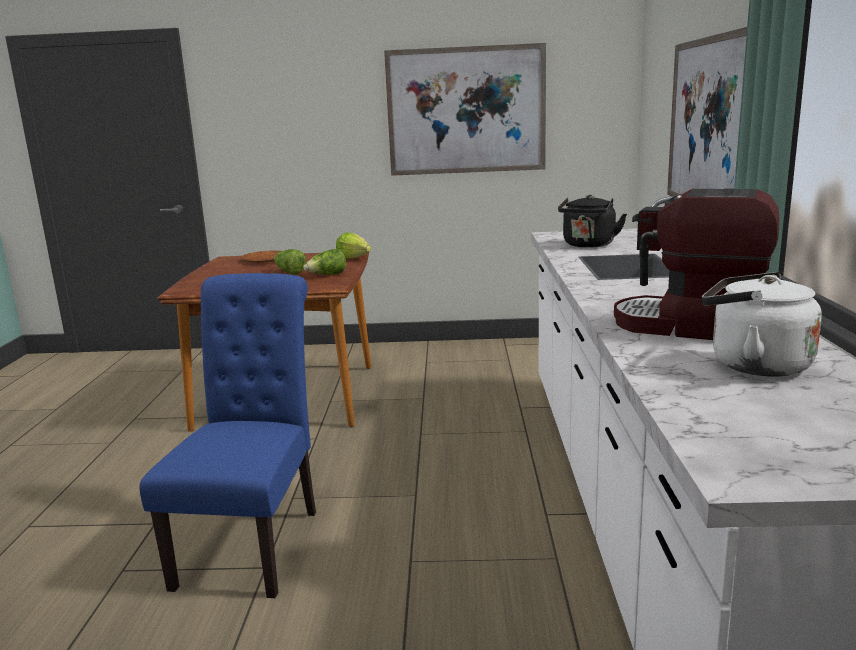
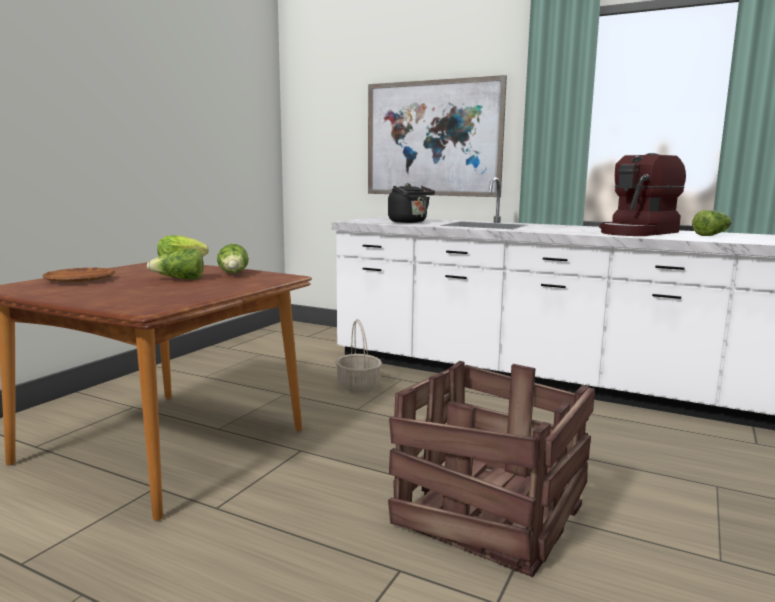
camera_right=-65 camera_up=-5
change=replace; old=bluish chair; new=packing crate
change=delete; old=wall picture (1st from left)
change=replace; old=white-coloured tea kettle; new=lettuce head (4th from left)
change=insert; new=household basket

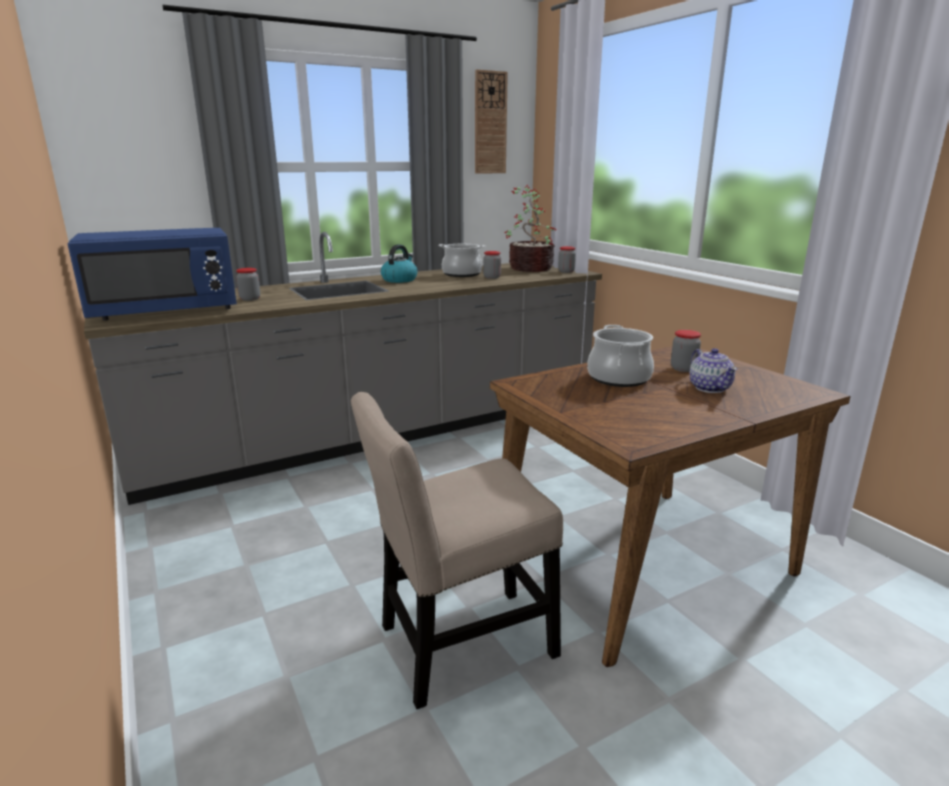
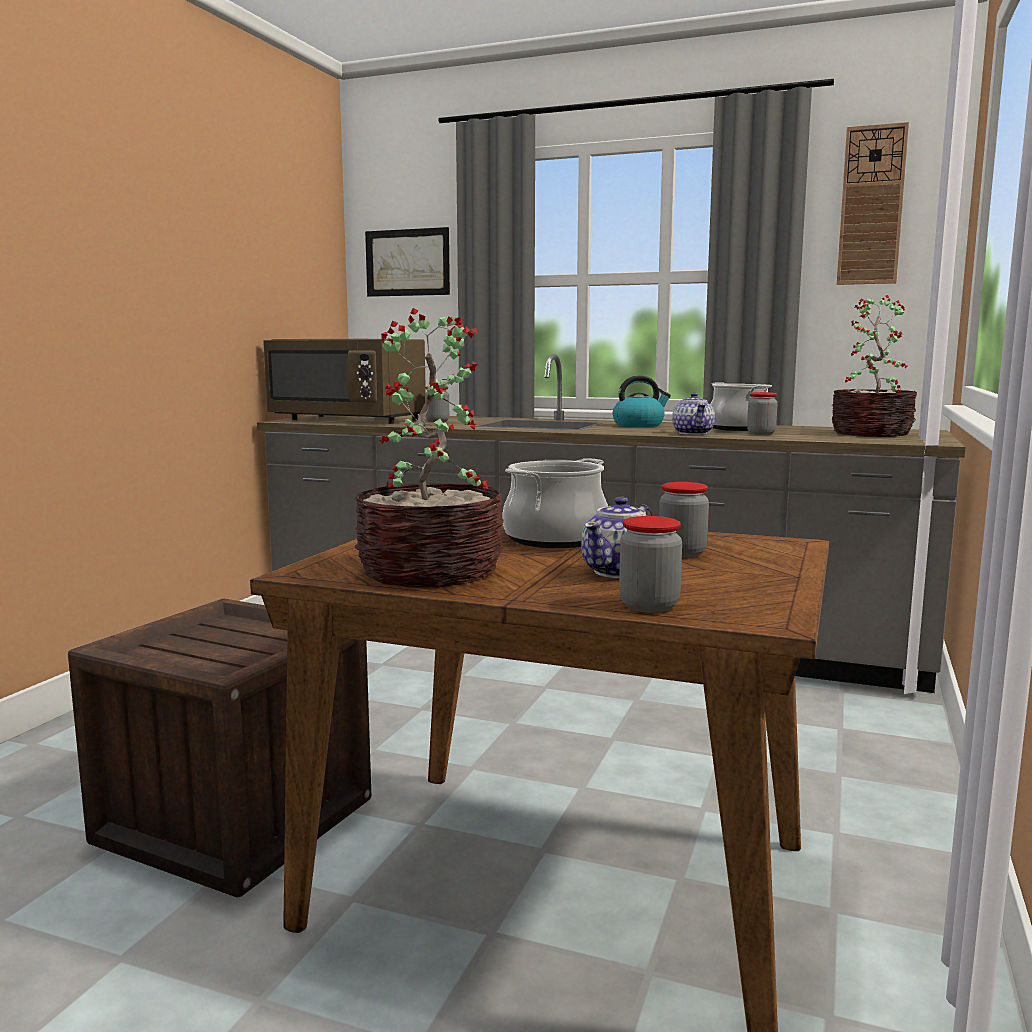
camera_right=50 camera_up=-10
change=recolor; old=bluish microwave; new=brown microwave
change=replace; old=beige chair; new=packing crate
change=move; old=storage jar (3rd from left in the first image); new=storage jar (2nd from left)
change=insert; new=plant in a pot (1st from left)
change=insert; new=wall picture
change=insert; new=teapot (2nd from left)

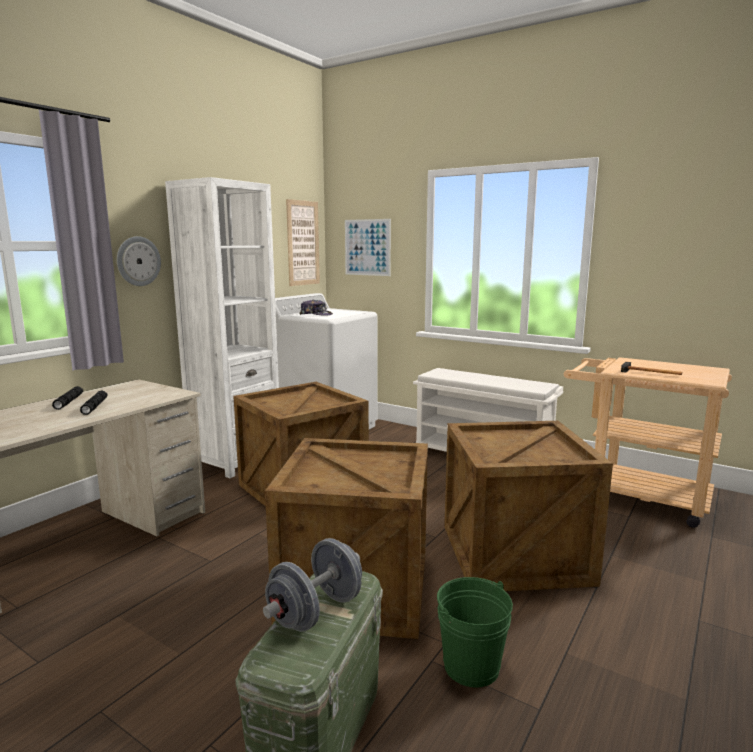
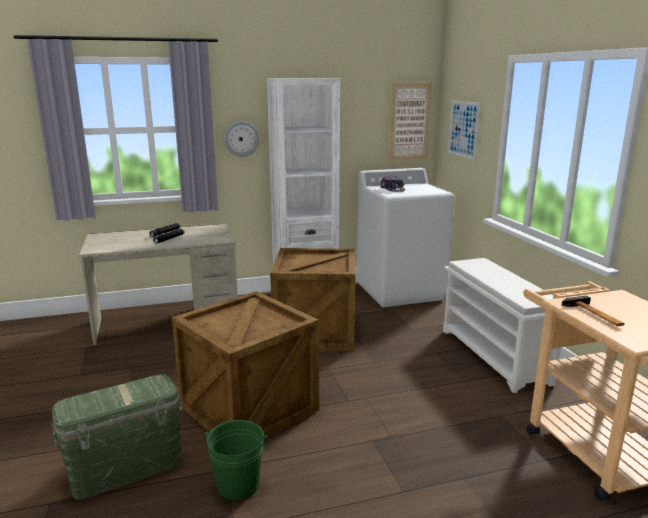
camera_right=40 camera_up=5
change=delete; old=grey dumbbell
change=delete; old=packing crate (3rd from left)

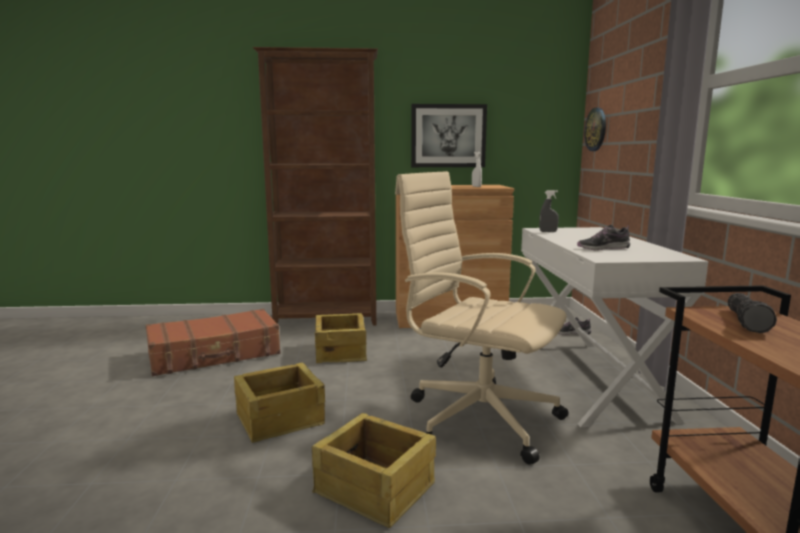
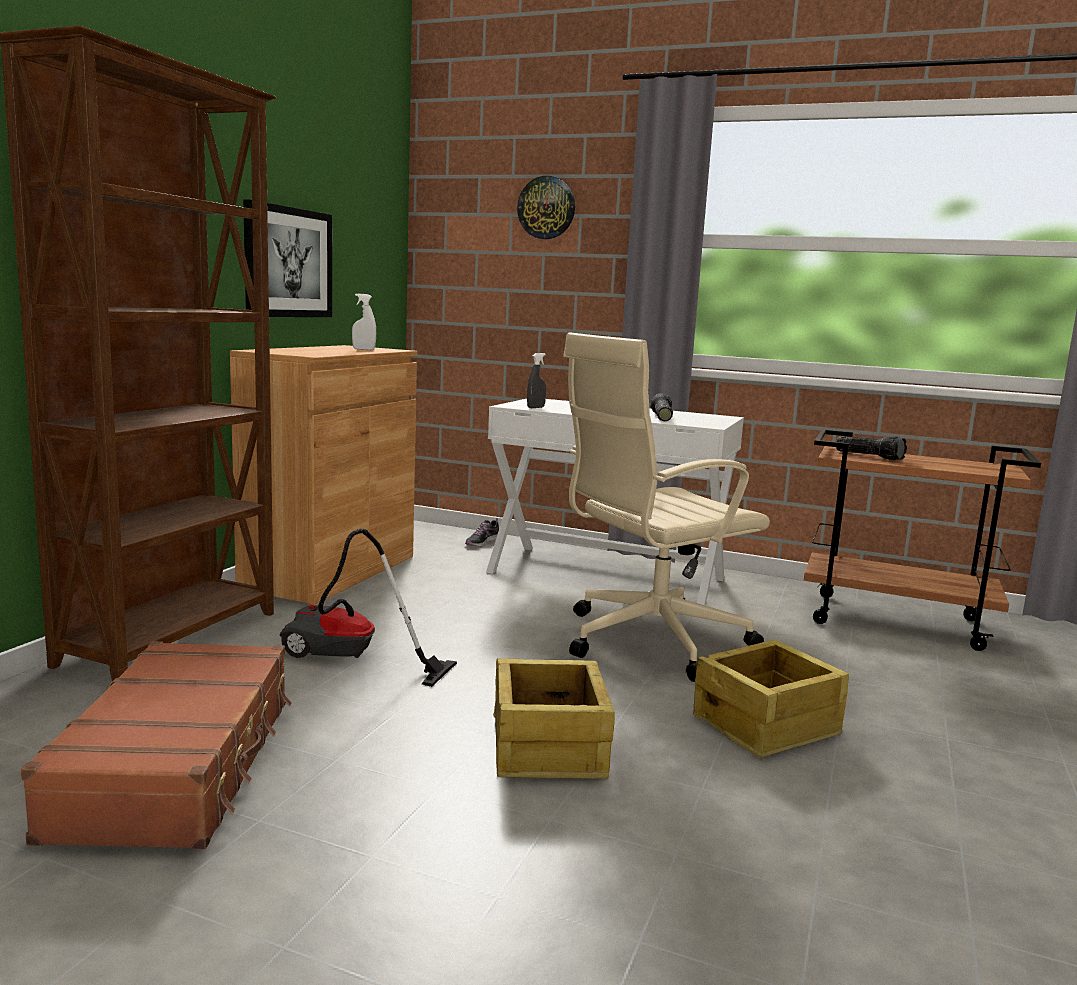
camera_right=-65 camera_up=0
change=replace; old=packing crate (2nd from left); new=vacuum cleaner
change=replace; old=low shoe (2nd from left); new=torch (1st from left)
change=move; old=clock on the wall

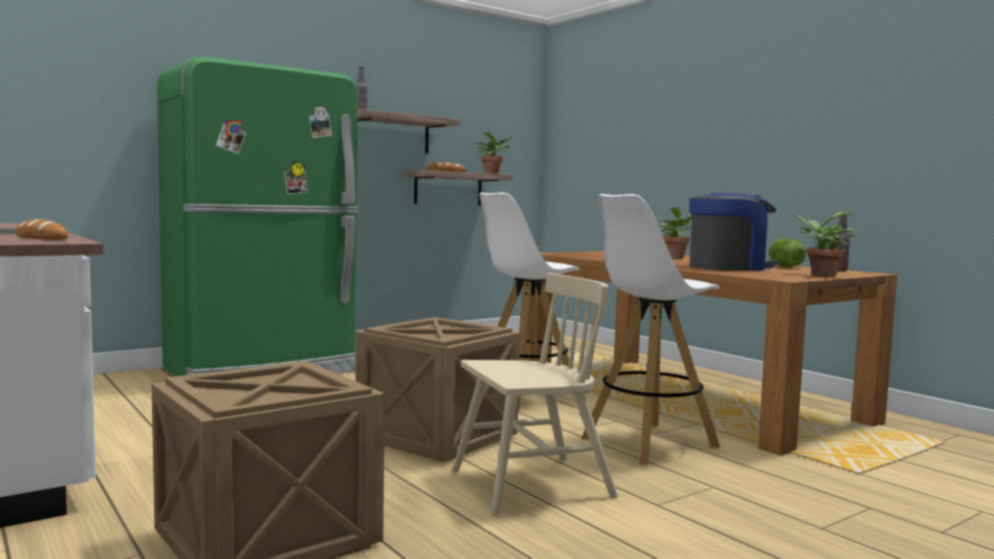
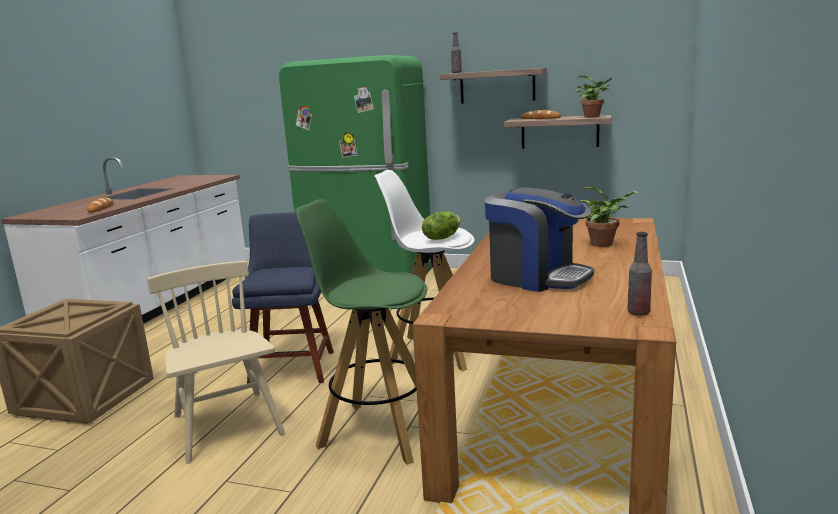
camera_right=55 camera_up=10
change=replace; old=packing crate (2nd from left); new=bluish chair
change=rotate; old=beige chair; degrees=-150
change=recolor; old=white-coloured stool seat (2nd from left); new=green stool seat
change=move; old=lettuce head
change=delete; old=plant in a pot (3rd from left)

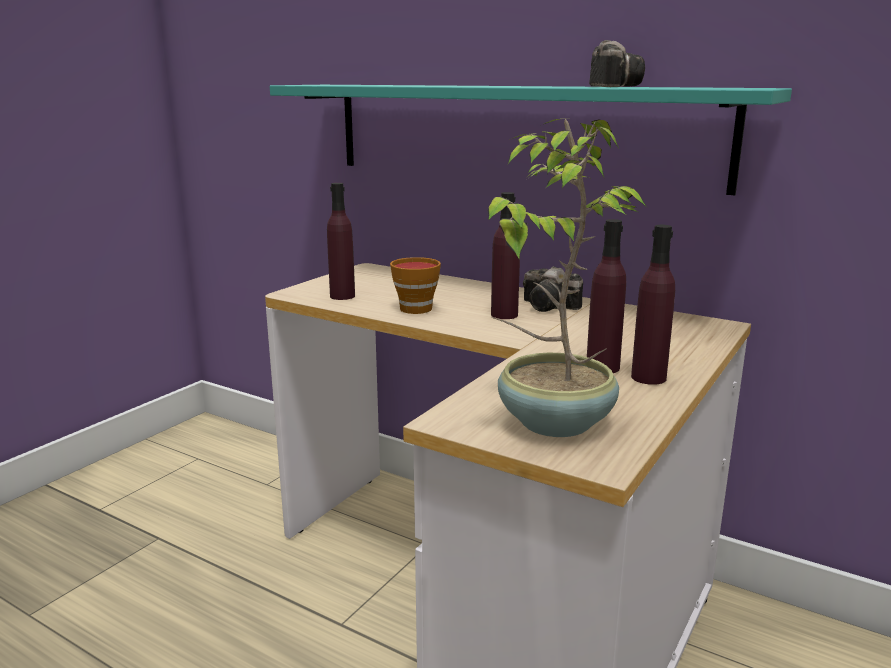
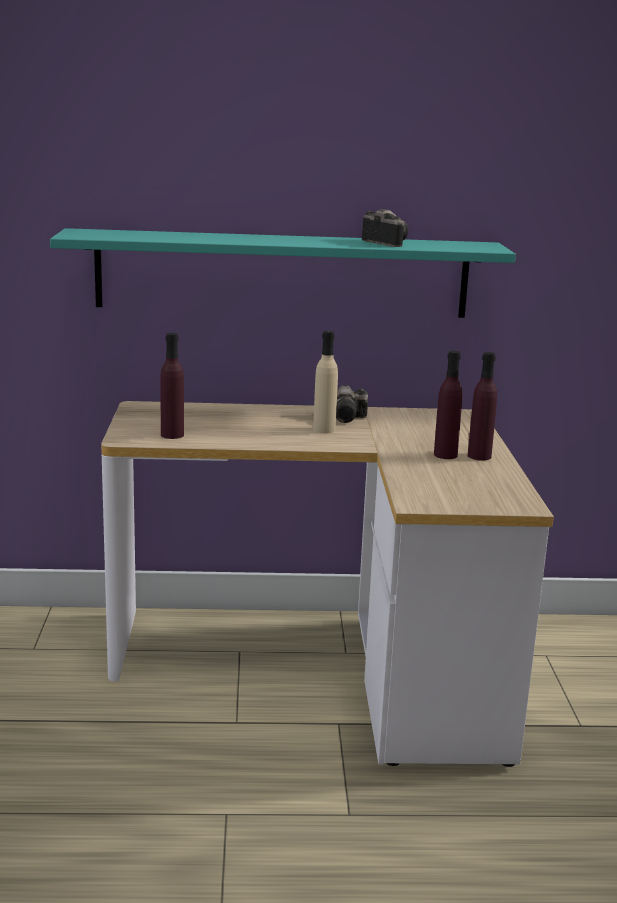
camera_right=-35 camera_up=0
change=delete; old=small cup
change=delete; old=plant in a pot
change=recolor; old=purple beverage bottle (2nd from left); new=beige beverage bottle

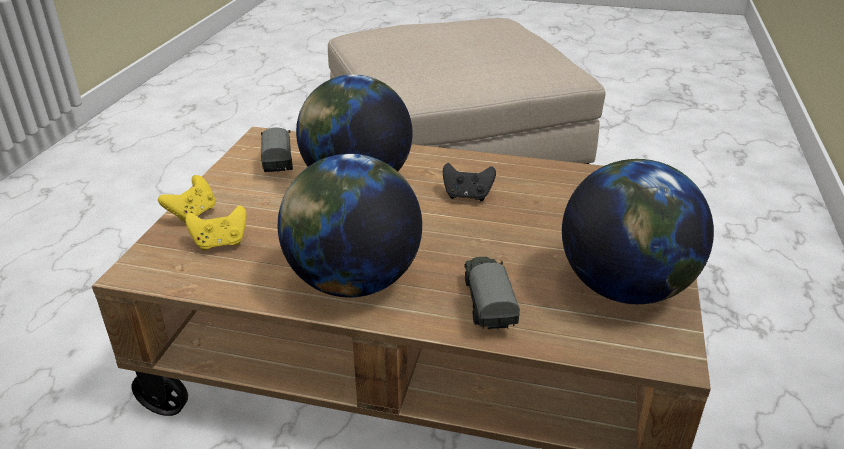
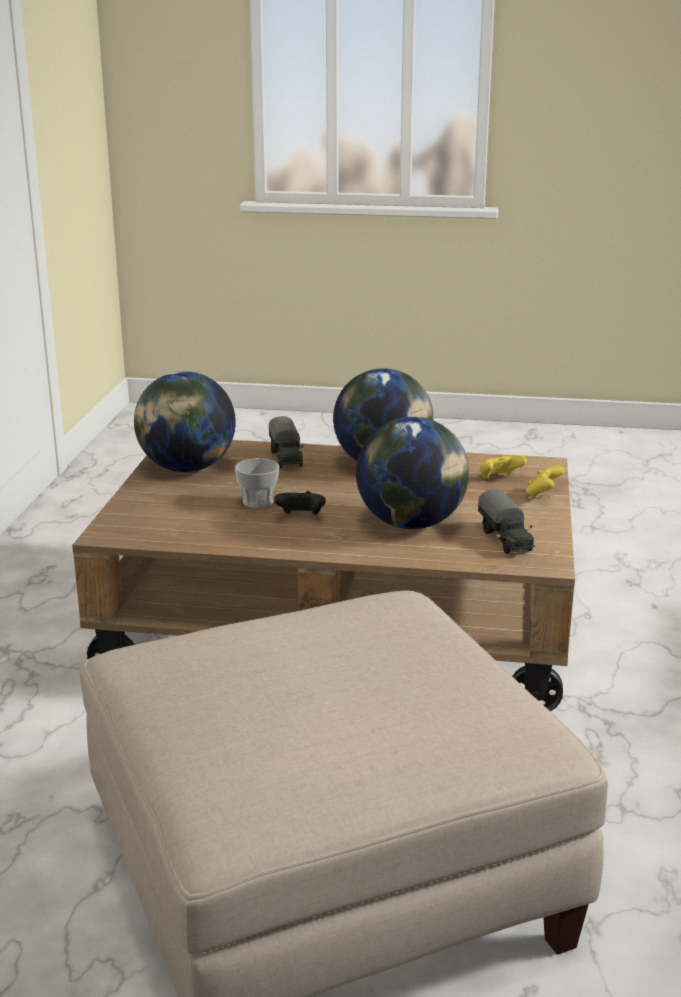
camera_right=175 camera_up=-10
change=insert; new=small cup

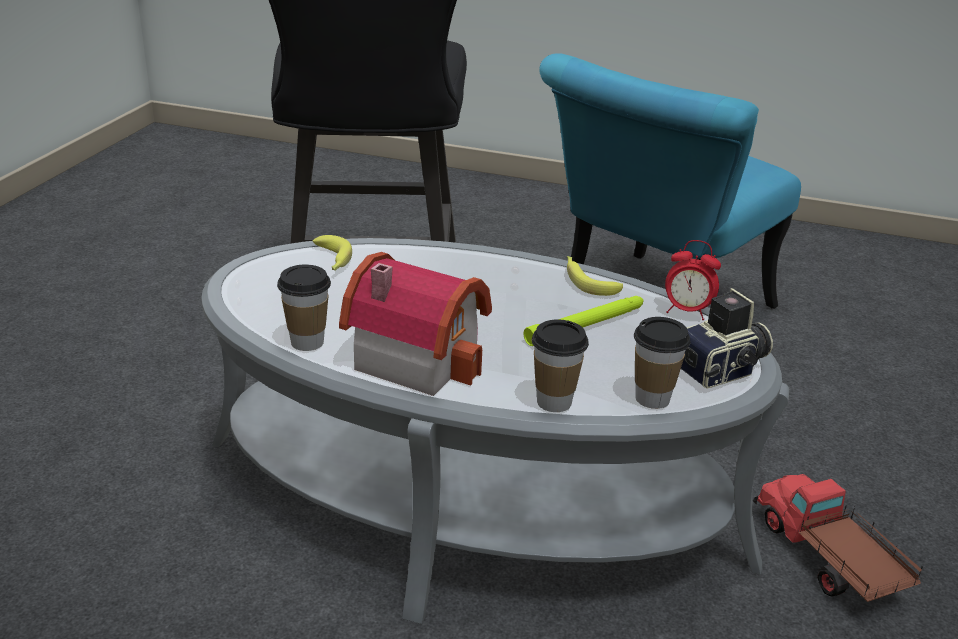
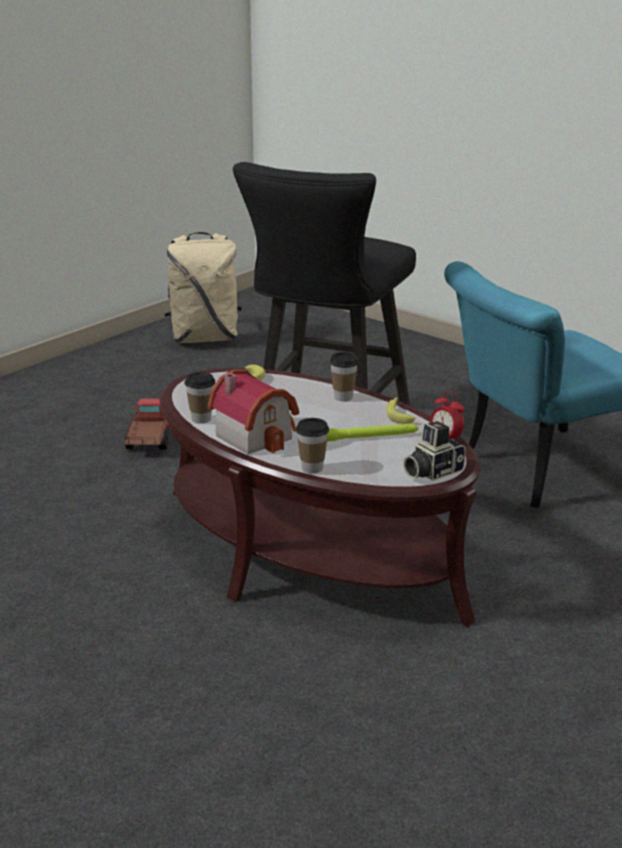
camera_right=25 camera_up=-5
change=recolor; old=grey lounge table; new=brown lounge table
change=move; old=small cup (3rd from left)
change=rotate; old=photo camera; degrees=150
change=move; old=model truck
change=insert; new=beige backpack

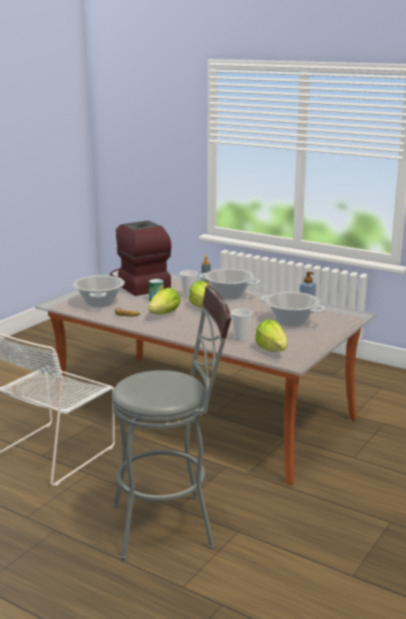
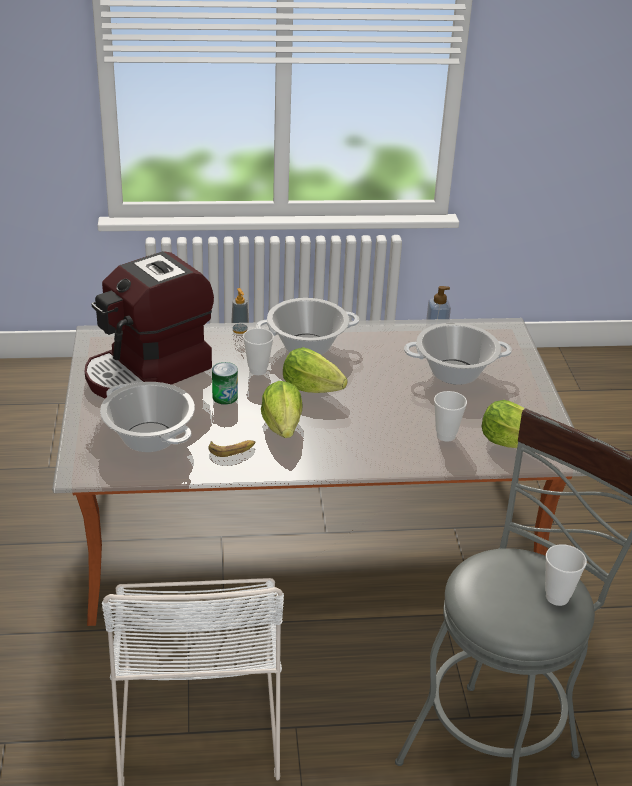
camera_right=-40 camera_up=15
change=rotate; old=coffee maker; degrees=-60
change=insert; new=small cup (3rd from left)

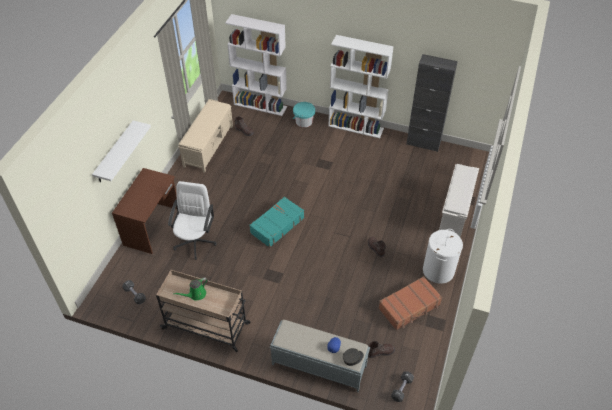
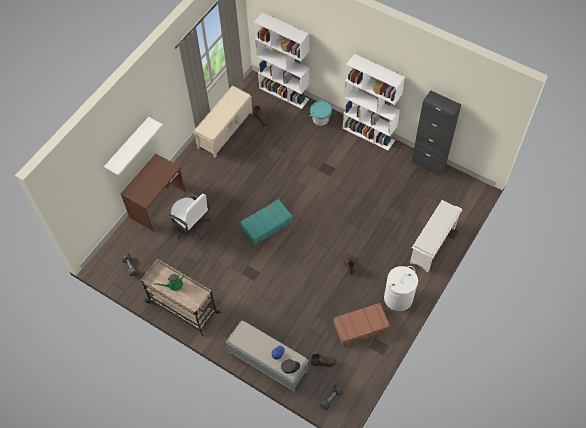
camera_right=15 camera_up=10
change=rotate; old=white-coloured desk chair; degrees=105

